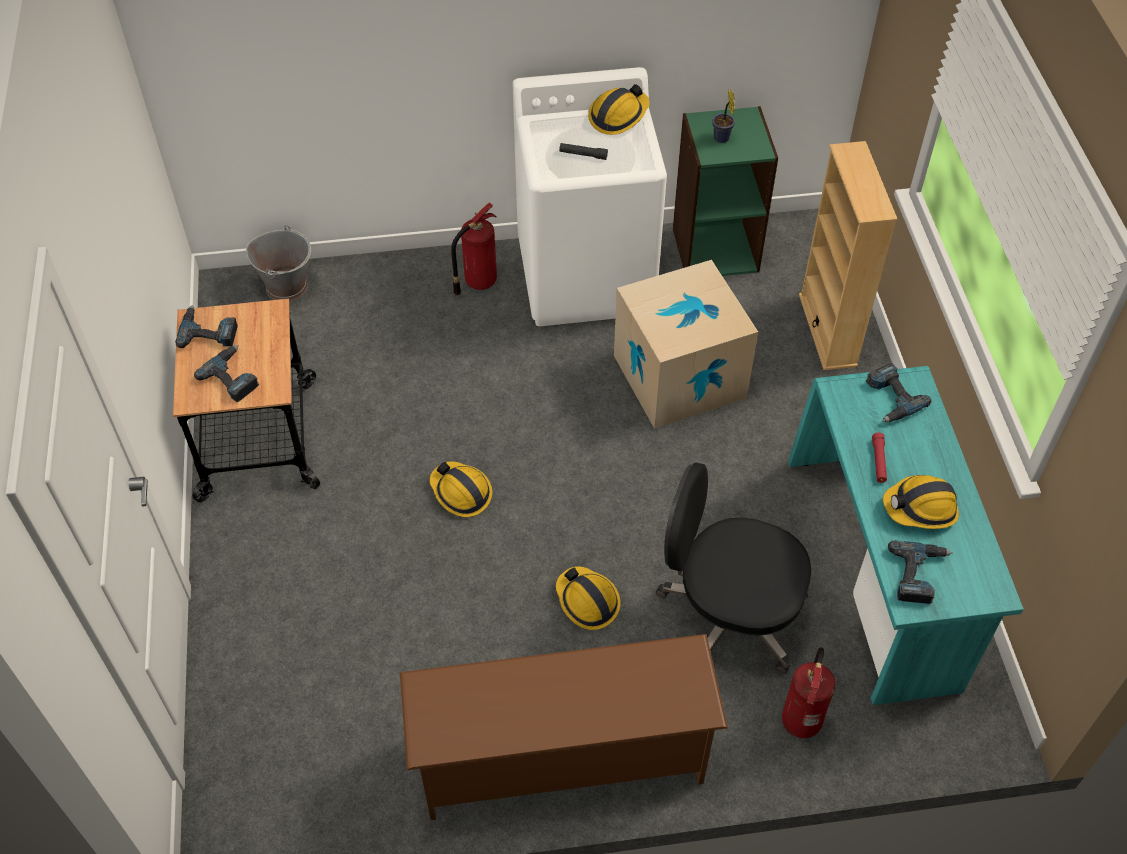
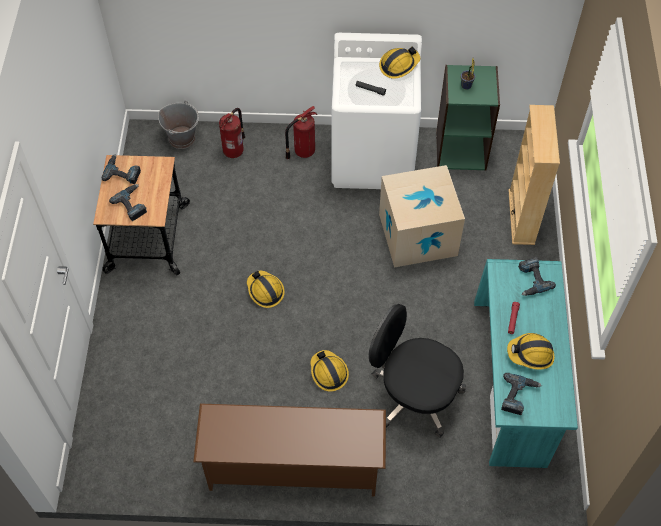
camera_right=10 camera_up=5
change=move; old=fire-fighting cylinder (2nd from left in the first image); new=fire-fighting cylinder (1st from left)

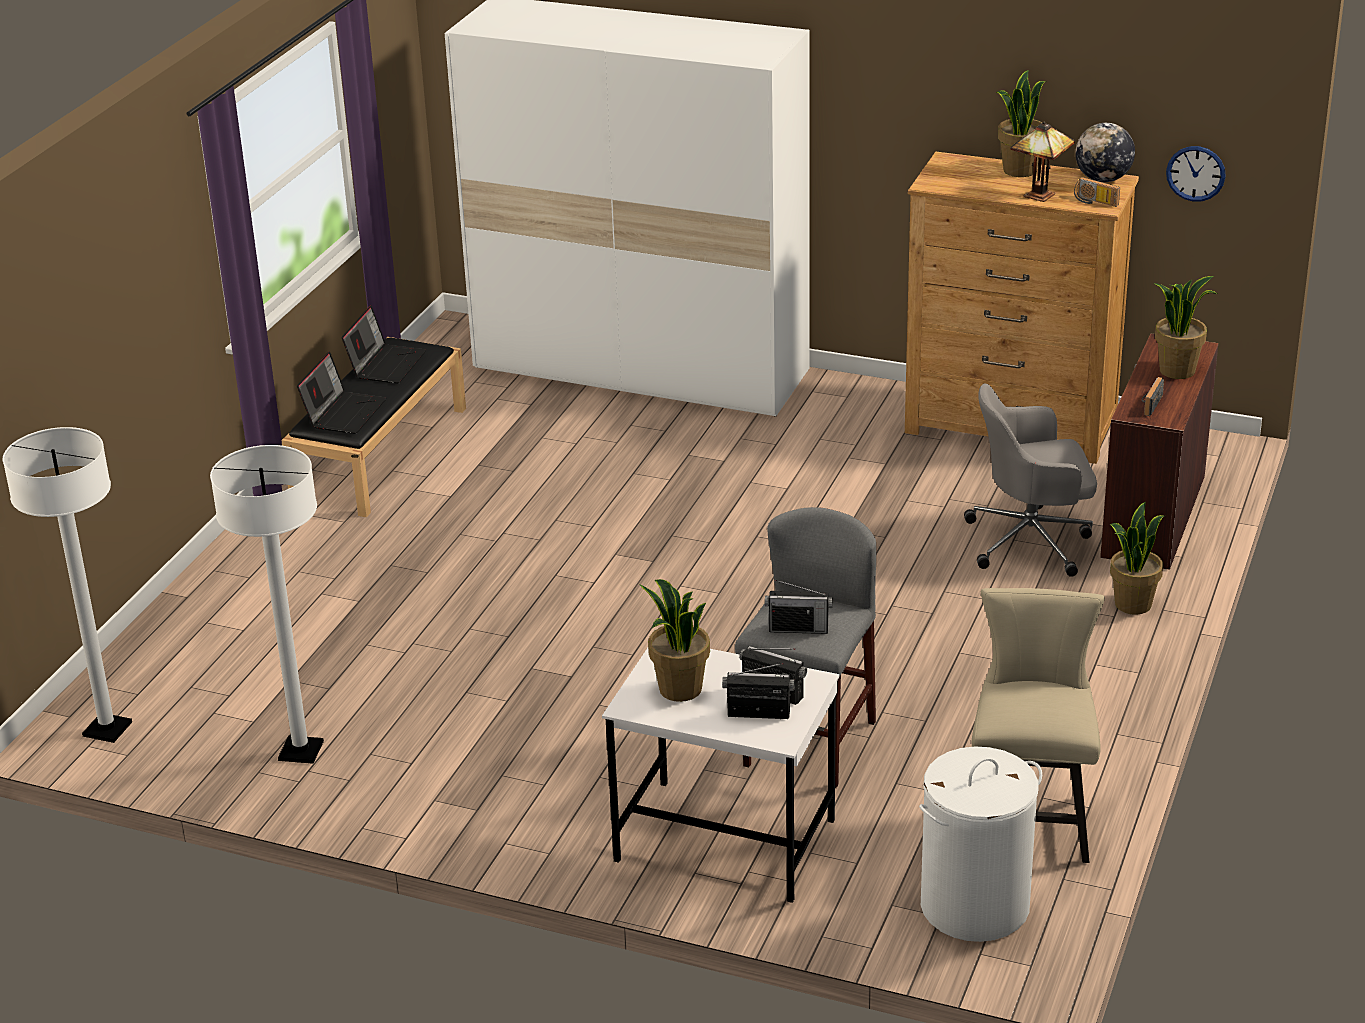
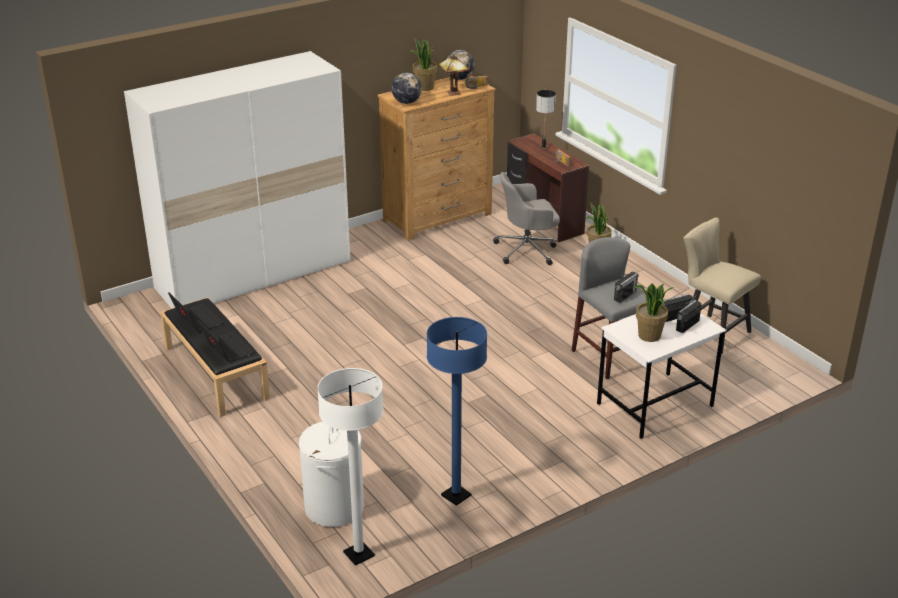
camera_right=-55 camera_up=0
change=recolor; old=white-coloured standing lamp (2nd from left); new=bluish standing lamp
change=move; old=white-coloured hamper
change=rotate; old=grey desk chair; degrees=45
change=replace; old=plant in a pot (4th from left); new=table lamp (2nd from left)
change=delete; old=clock on the wall
change=insert; new=world globe (1st from left)

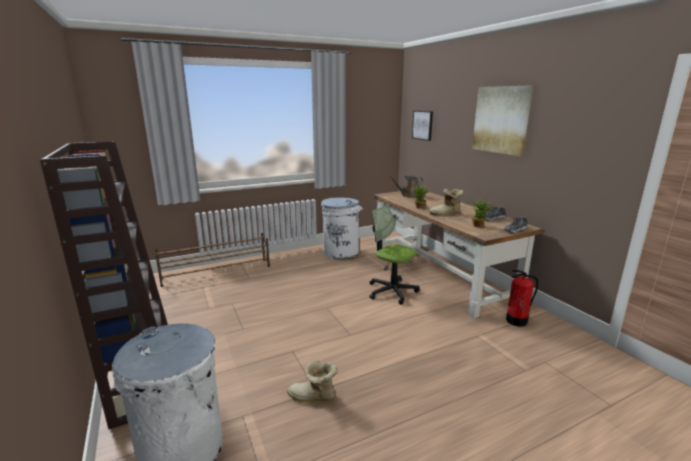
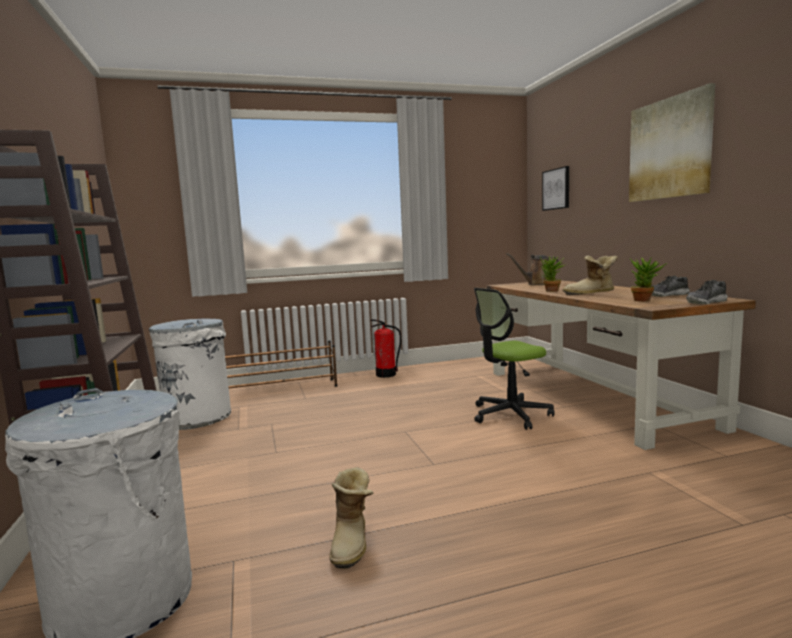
camera_right=10 camera_up=-10
change=rotate; old=high-top boot (1st from left); degrees=-105
change=move; old=white-coloured waste bin (2nd from left)
change=rotate; old=desk chair; degrees=-75
change=move; old=fire-fighting cylinder

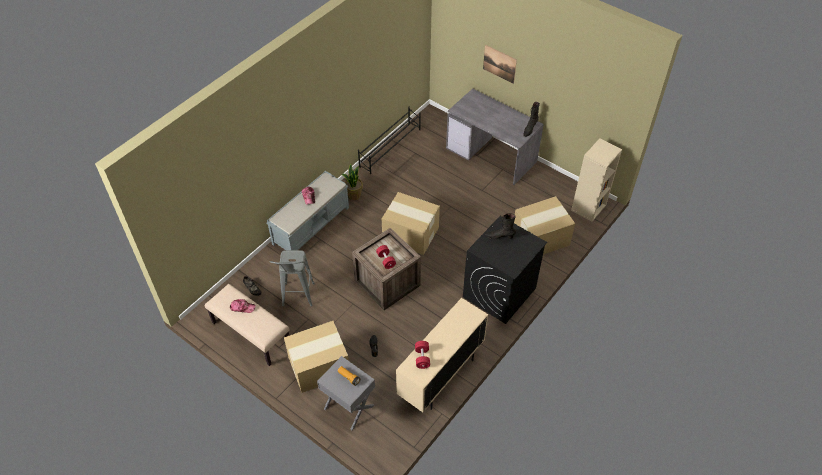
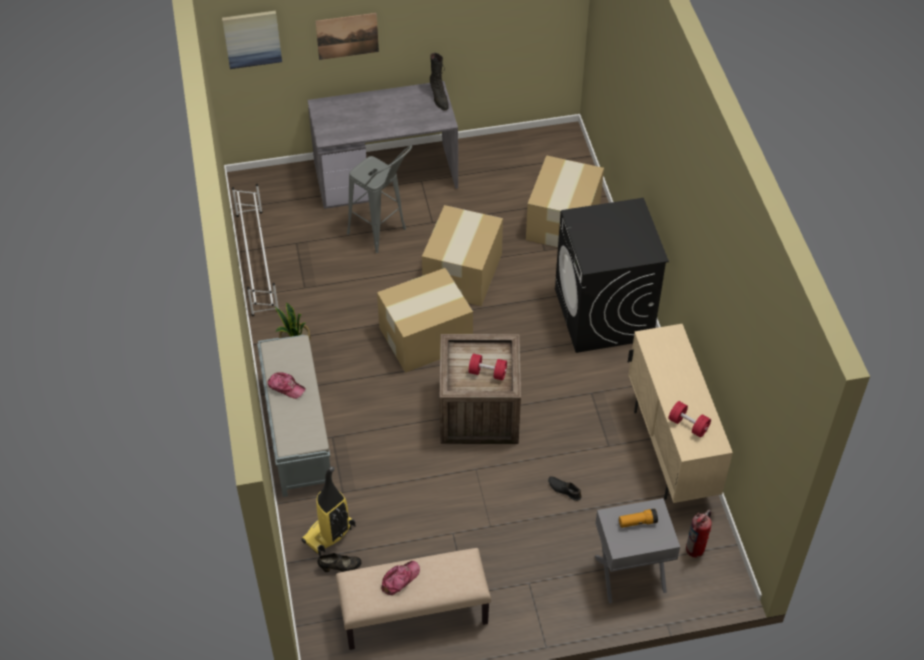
camera_right=-50 camera_up=0
change=move; old=grey stool seat
change=move; old=carton (1st from left in the first image); new=carton (2nd from left)
change=recolor; old=blackish shoe shelf; new=white-coloured shoe shelf
change=delete; old=blackish high-top boot (1st from left)
change=delete; old=beige bookcase
change=insert; new=wall picture (1st from left)
change=insert; new=vacuum cleaner
change=insert; new=fire-fighting cylinder

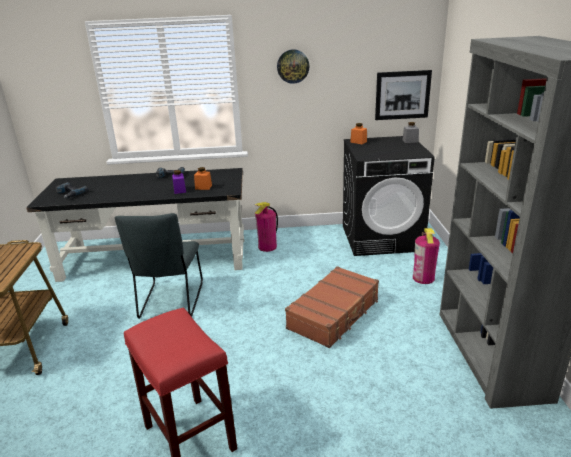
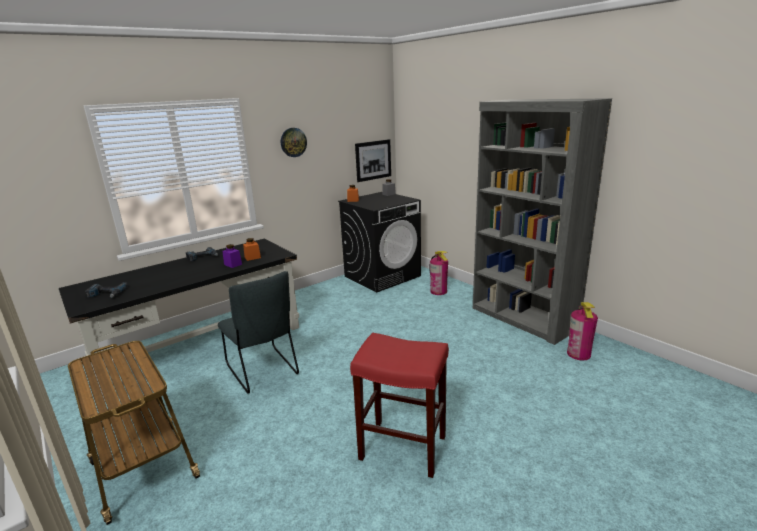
camera_right=-35 camera_up=-5
change=move; old=fire-fighting cylinder (1st from left in the first image); new=fire-fighting cylinder (2nd from left)
change=delete; old=brown piece of luggage

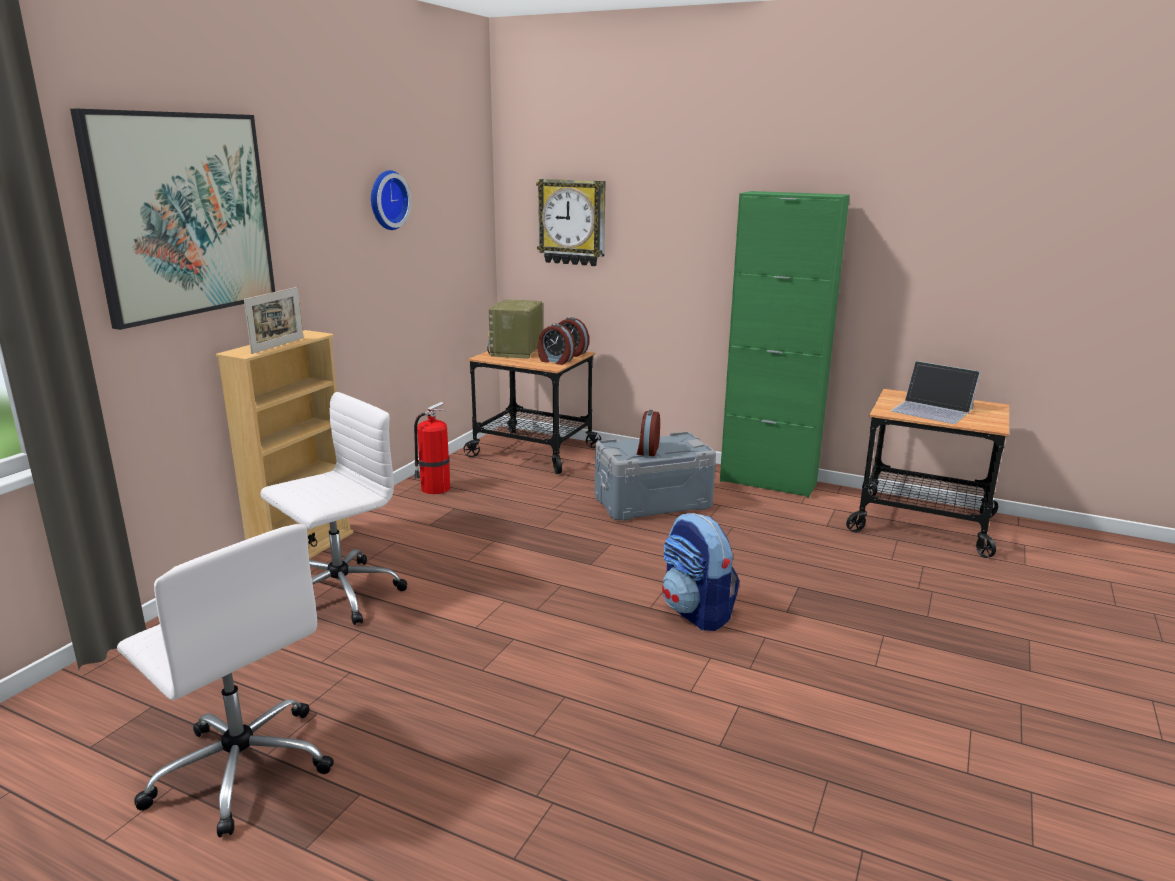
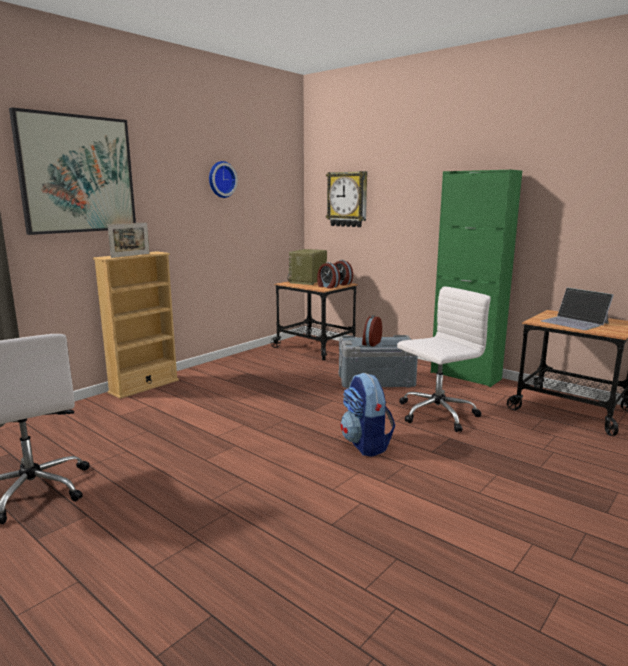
camera_right=15 camera_up=-5
change=move; old=white-coloured desk chair (2nd from left)
change=delete; old=fire-fighting cylinder

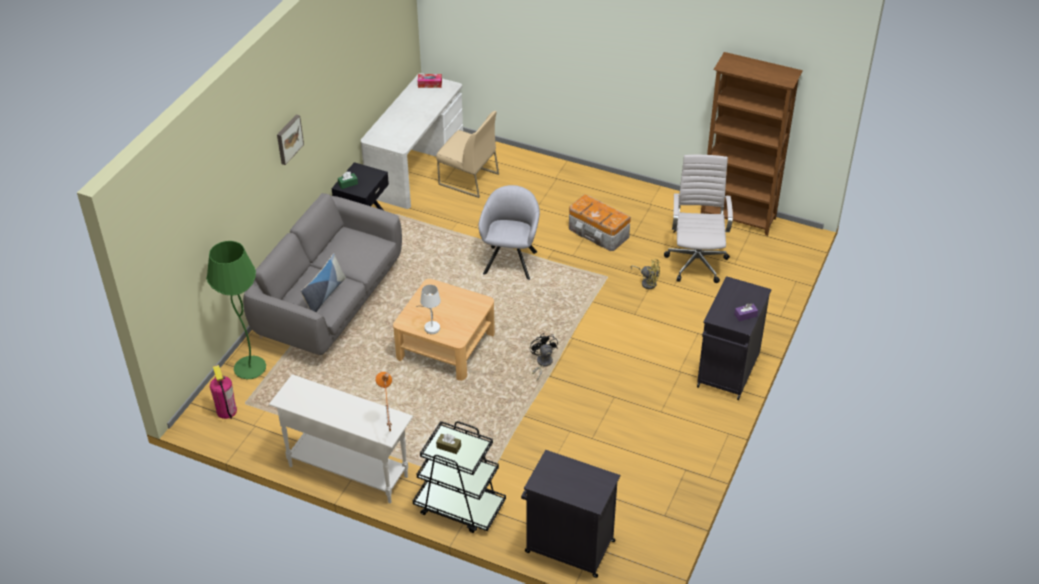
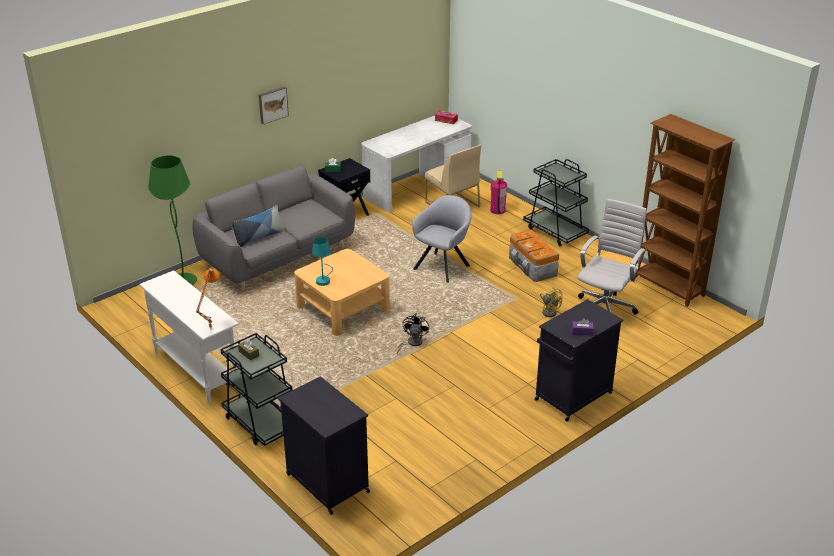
camera_right=25 camera_up=-10
change=move; old=fire-fighting cylinder
change=recolor; old=white-coloured table lamp; new=turquoise-coloured table lamp
change=insert; new=blackish trolley (2nd from left)

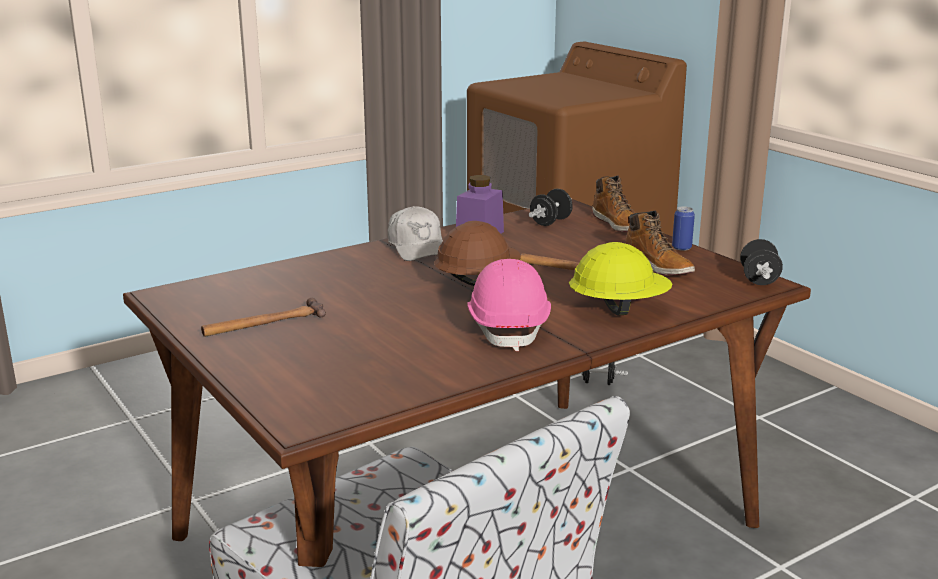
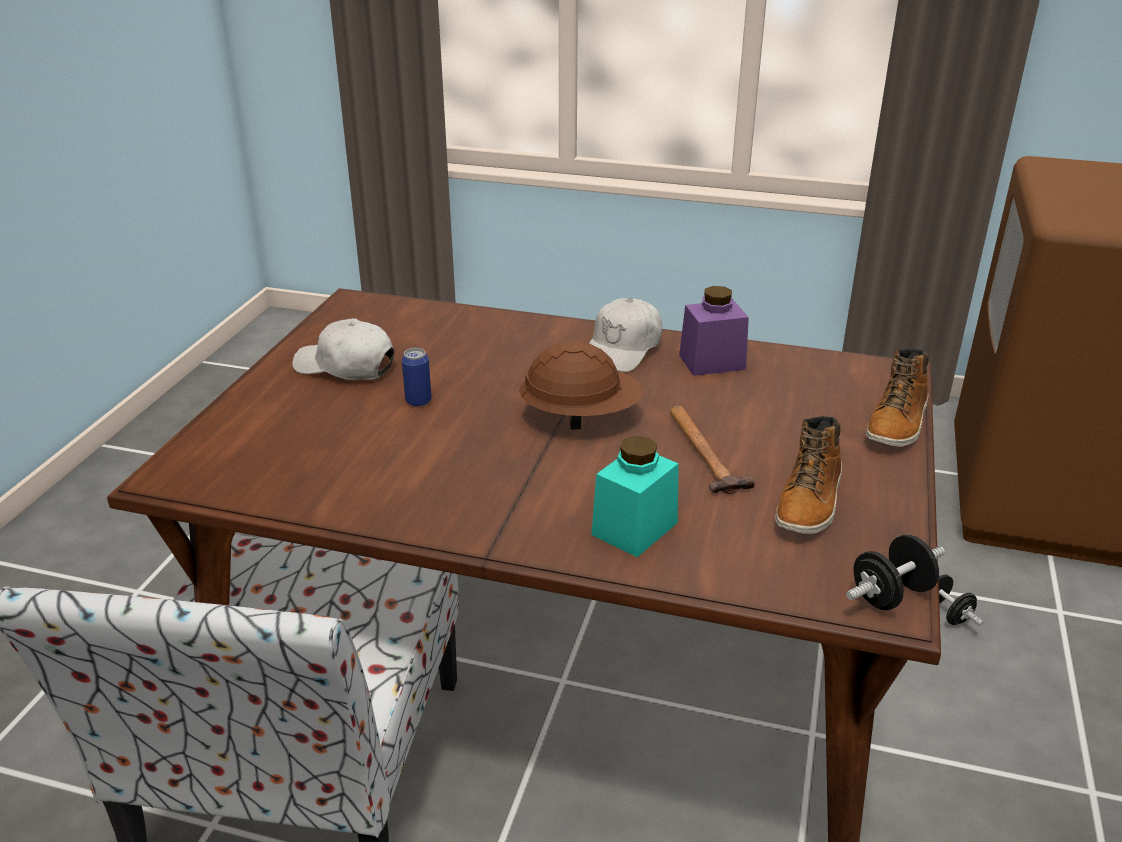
camera_right=50 camera_up=10
change=replace; old=hammer (1st from left); new=white-coloured baseball cap (1st from left)
change=delete; old=pinkish safety helmet
change=delete; old=blackish dumbbell (1st from left)
change=replace; old=yellow safety helmet; new=turquoise-coloured storage jar
change=move; old=sealed can

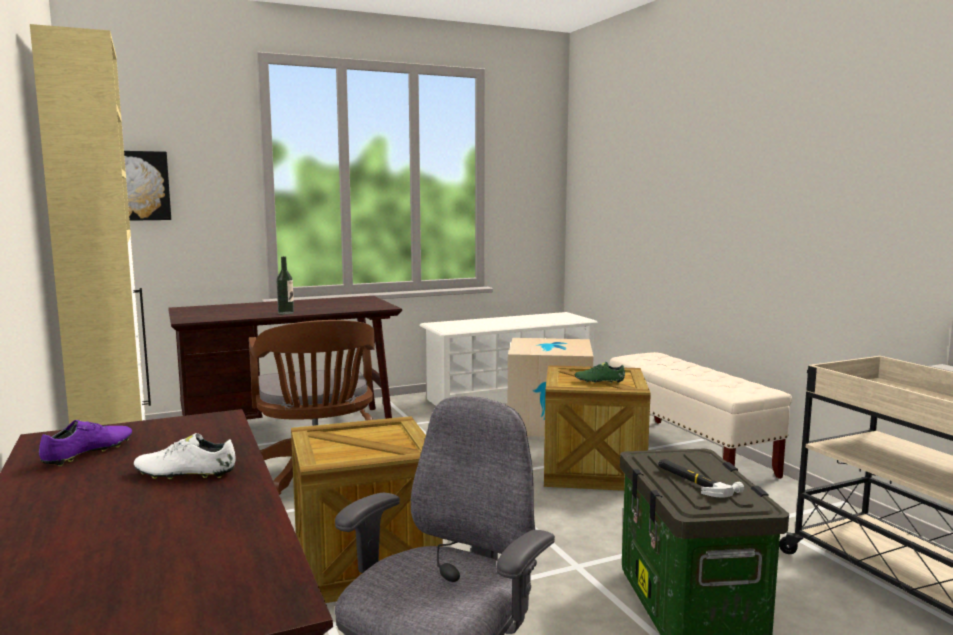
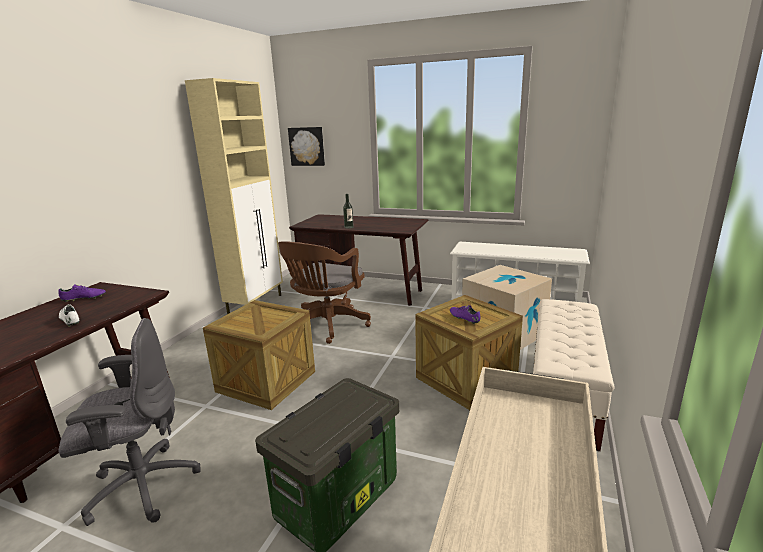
camera_right=45 camera_up=10
change=recolor; old=green low shoe; new=purple low shoe (2nd from left)
change=delete; old=hammer

